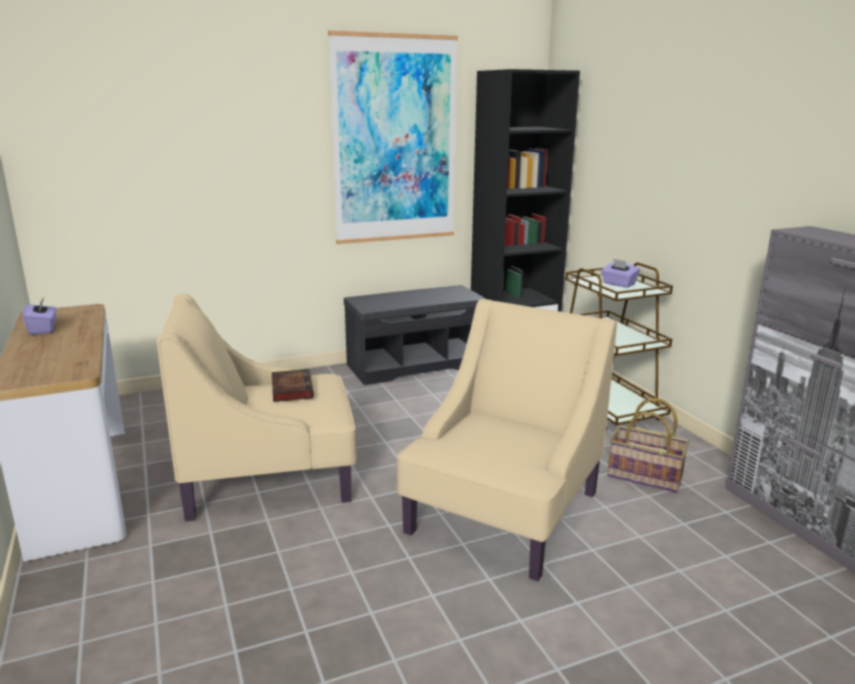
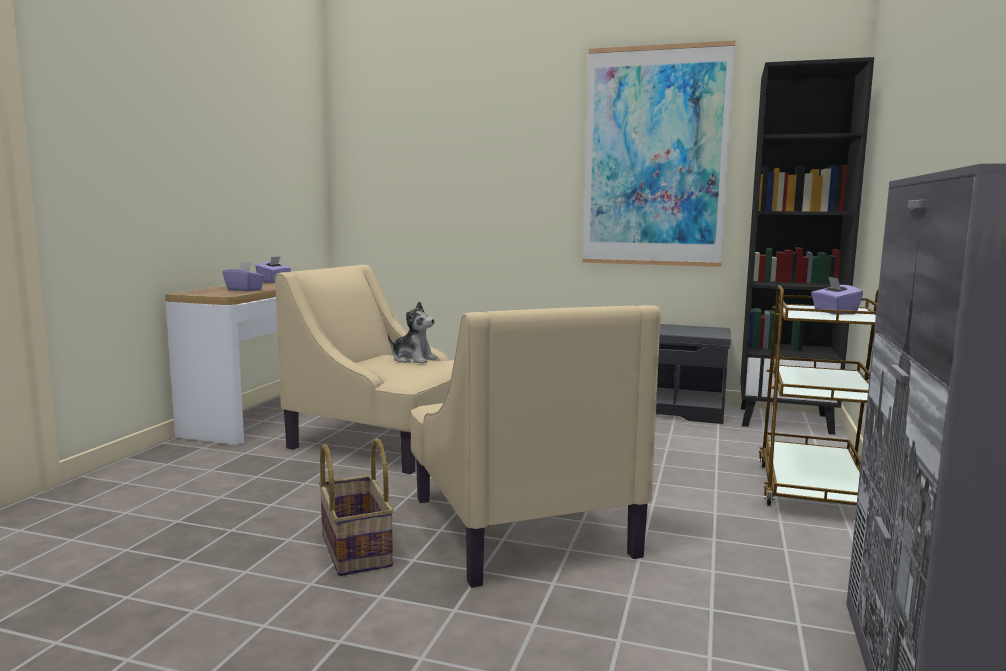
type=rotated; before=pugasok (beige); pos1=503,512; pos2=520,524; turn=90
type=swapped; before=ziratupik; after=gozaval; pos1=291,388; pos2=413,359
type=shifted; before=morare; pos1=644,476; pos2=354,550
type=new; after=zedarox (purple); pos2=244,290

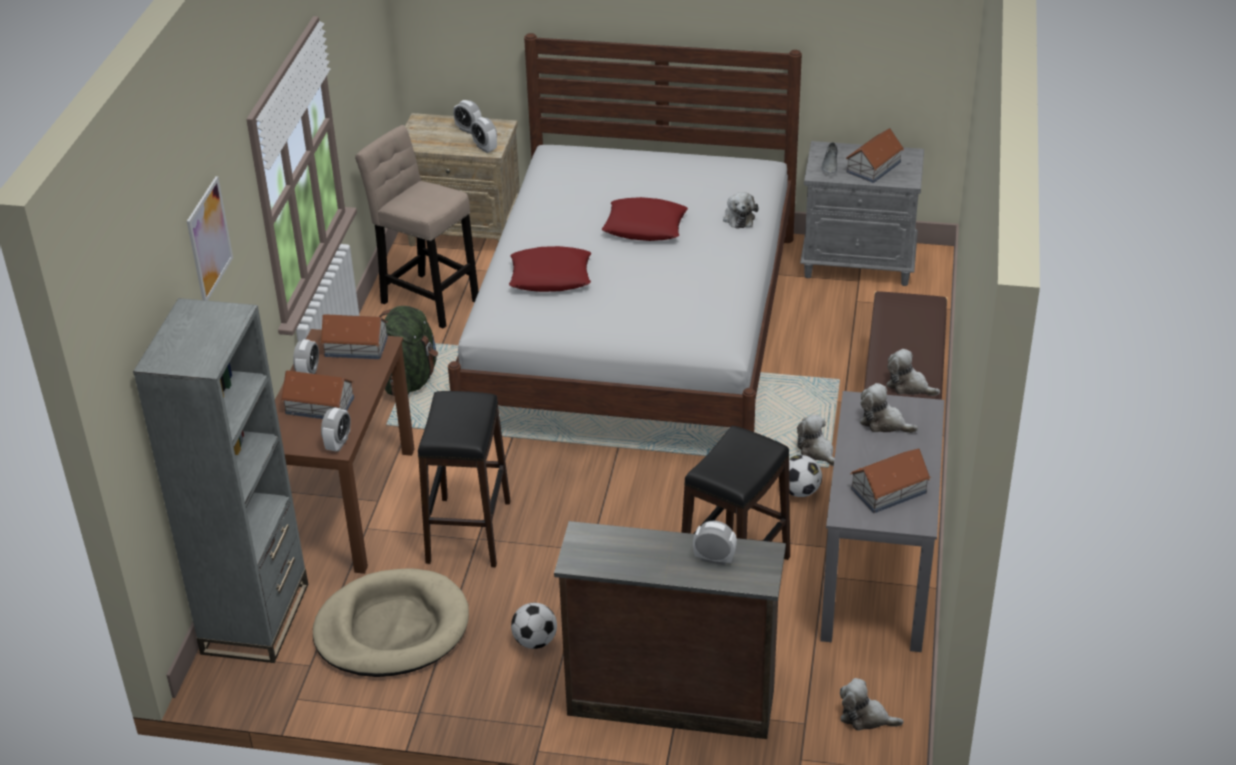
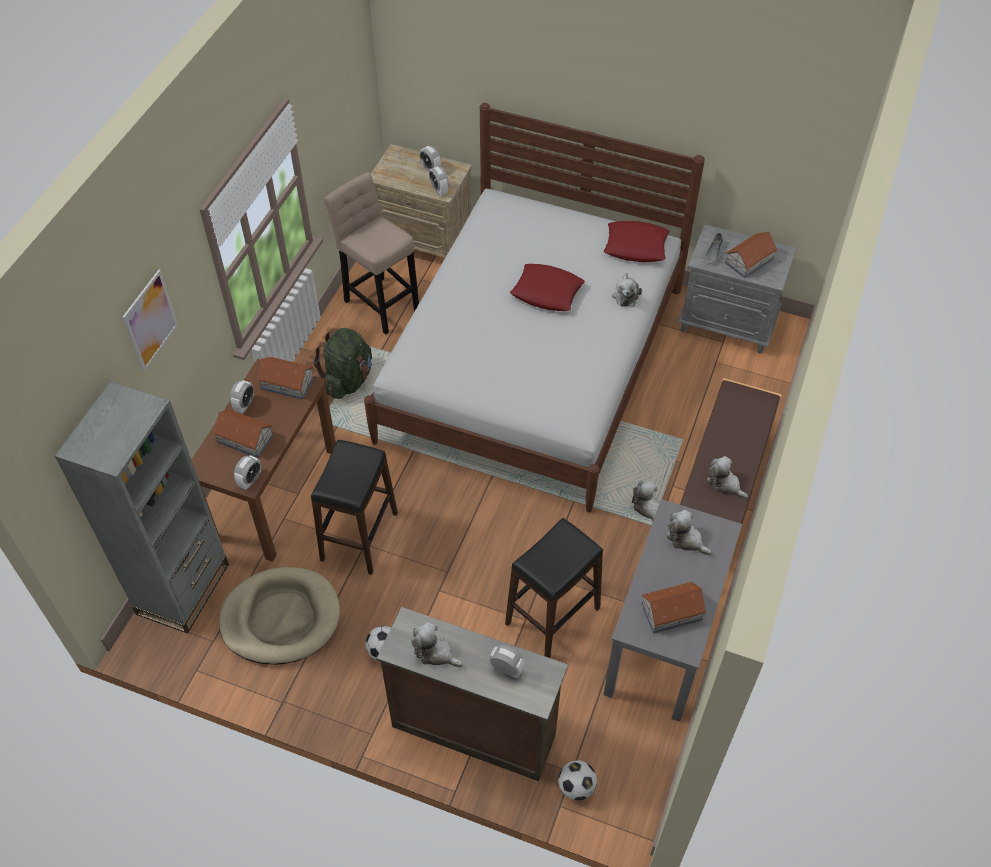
type=shifted; before=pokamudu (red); pos1=551,276; pos2=636,246
type=shifted; before=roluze; pos1=800,491; pos2=576,787
type=shifted; before=gozaval; pos1=865,717; pos2=435,652

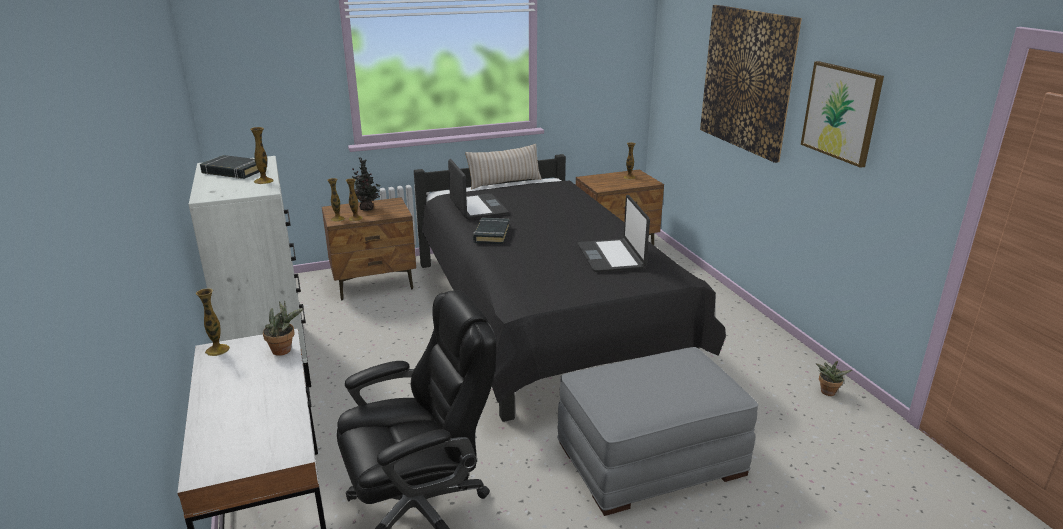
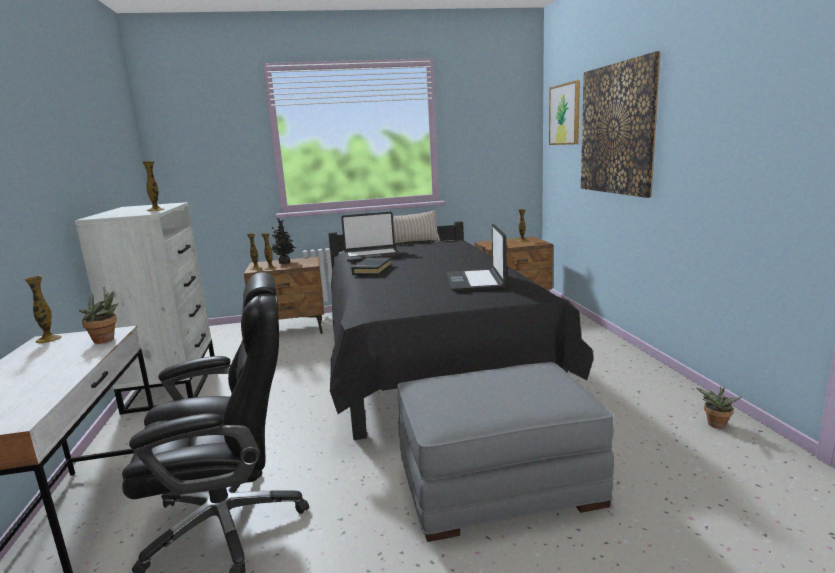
type=shifted; before=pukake; pos1=841,112; pos2=565,114
type=gone; before=ziratupik (black); pos1=233,171
type=rotated; before=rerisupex; pos1=477,207; pos2=371,255; turn=90

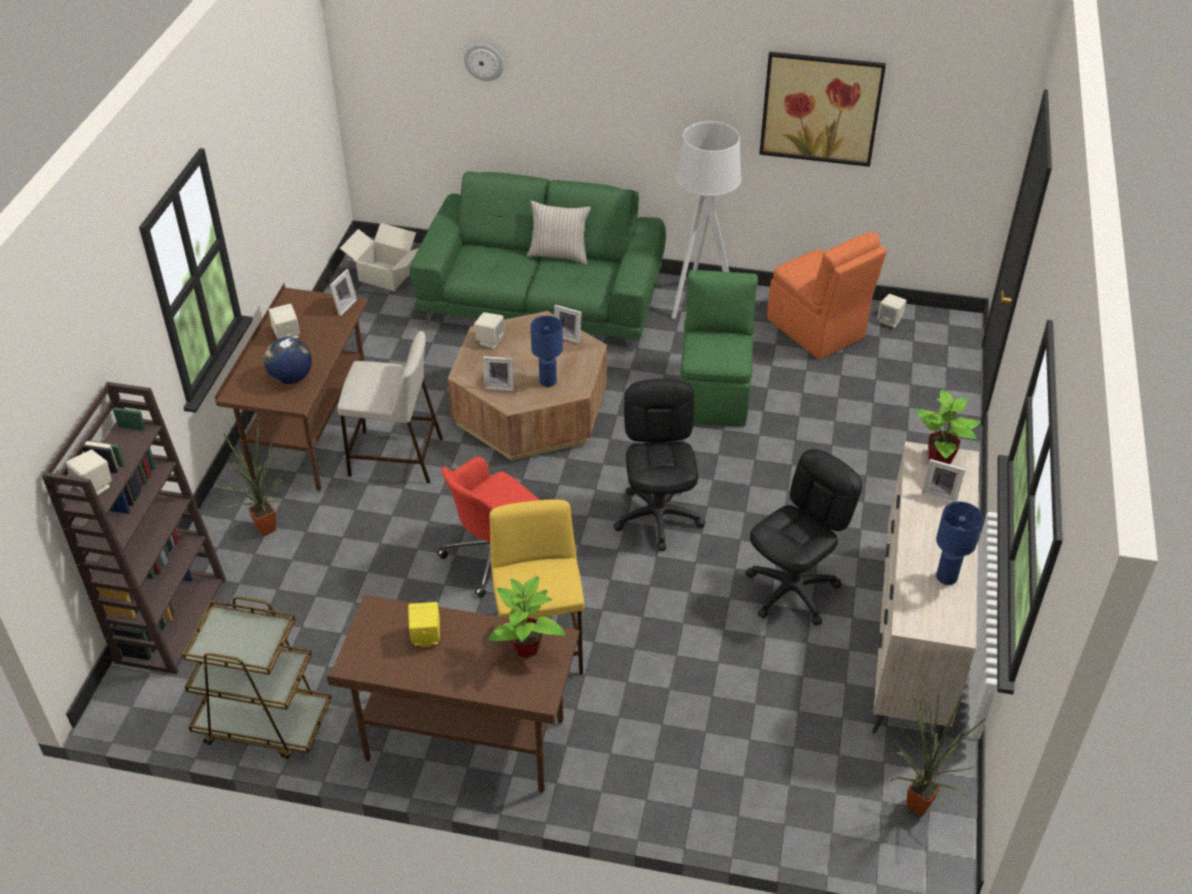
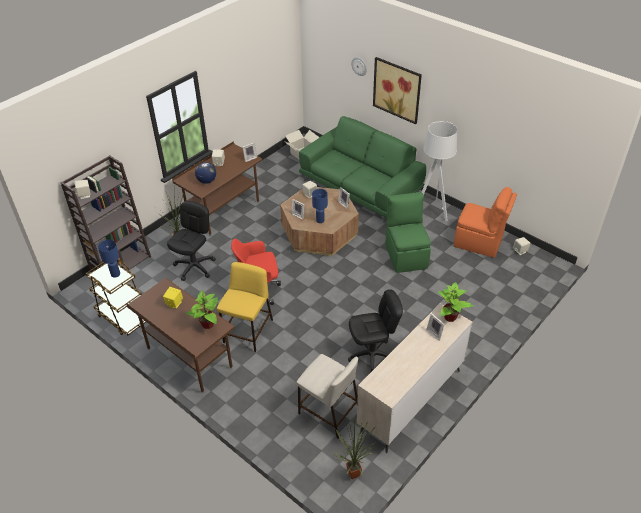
type=shifted; before=pukake; pos1=820,108; pos2=397,90
type=gone; before=pokamudu (beige); pos1=559,254
type=rotated; before=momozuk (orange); pos1=817,330; pos2=479,243; turn=-60
type=rotated; before=momozuk (green); pos1=714,394; pos2=406,255; turn=-45
type=shifted; before=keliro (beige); pos1=394,457; pos2=328,412
type=shifted; before=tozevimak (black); pos1=658,517; pos2=195,267
type=shifted; before=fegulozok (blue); pos1=946,577; pos2=115,274

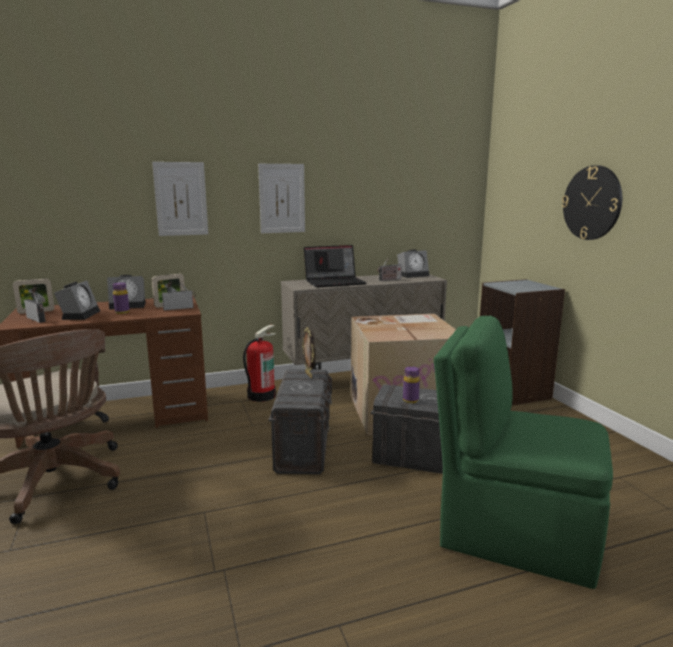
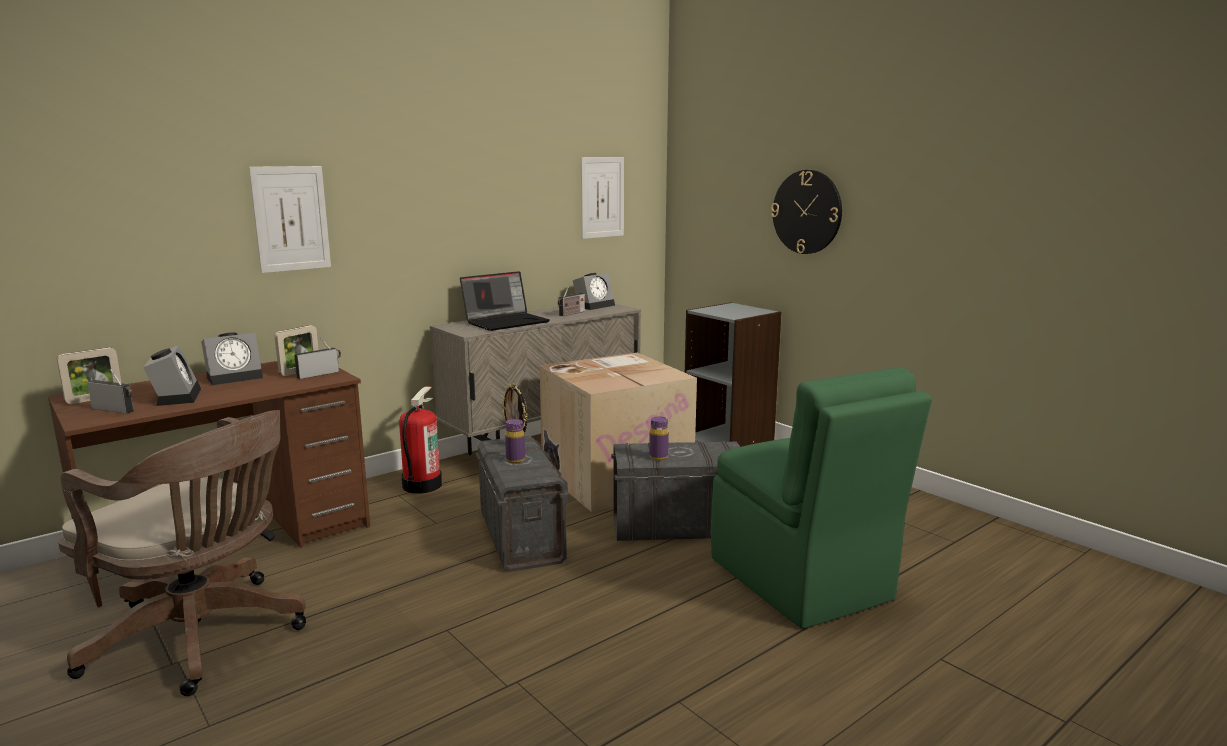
type=shifted; before=pukake; pos1=282,198; pos2=602,197
type=shifted; before=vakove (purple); pos1=122,312; pos2=515,460
type=rotated; before=momozuk (green); pos1=513,532; pos2=801,581; turn=-120

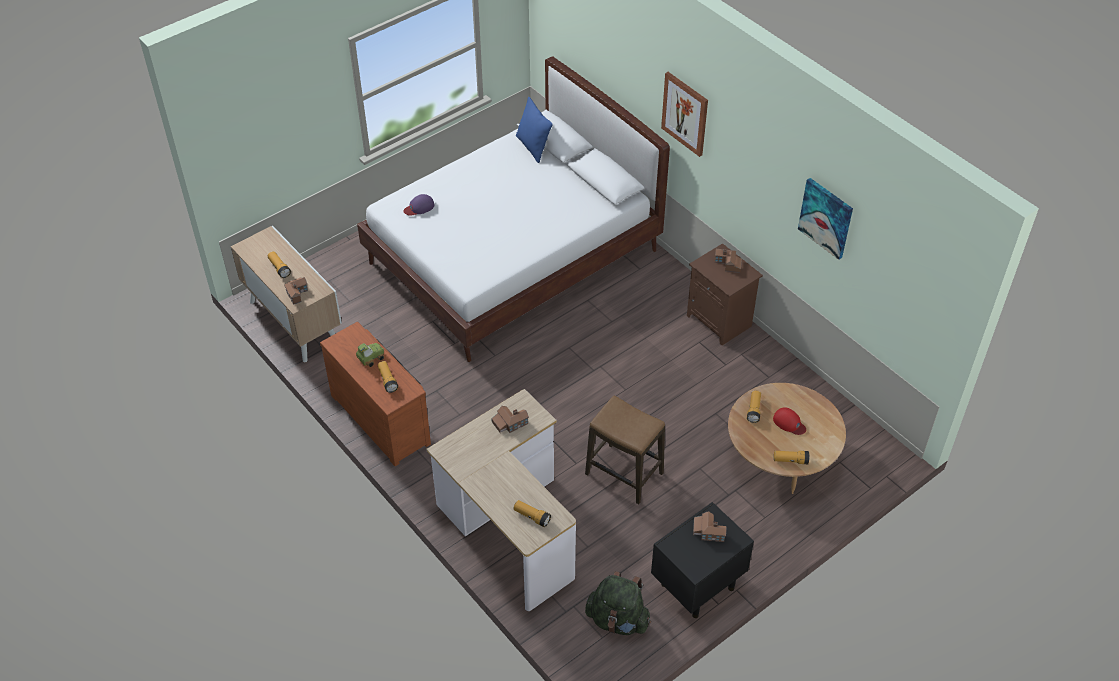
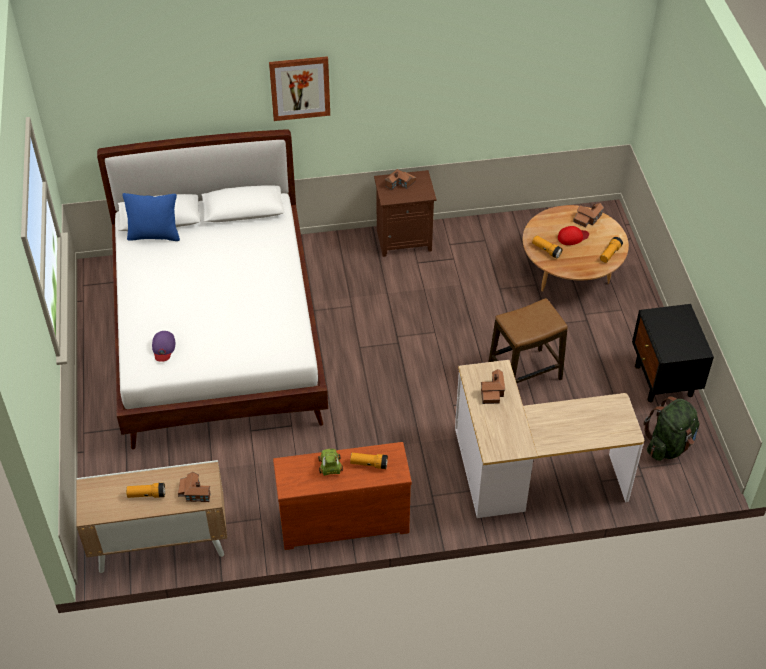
type=gone; before=pukake; pos1=826,218
type=gone; before=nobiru; pos1=532,517
type=shifted; before=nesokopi; pos1=708,531; pos2=587,218

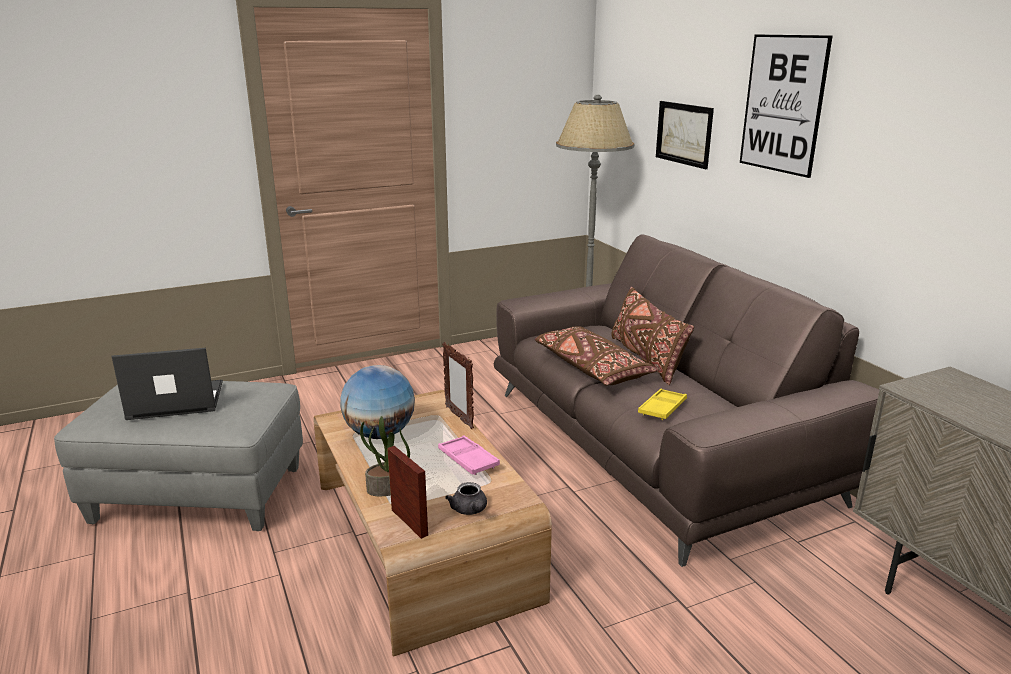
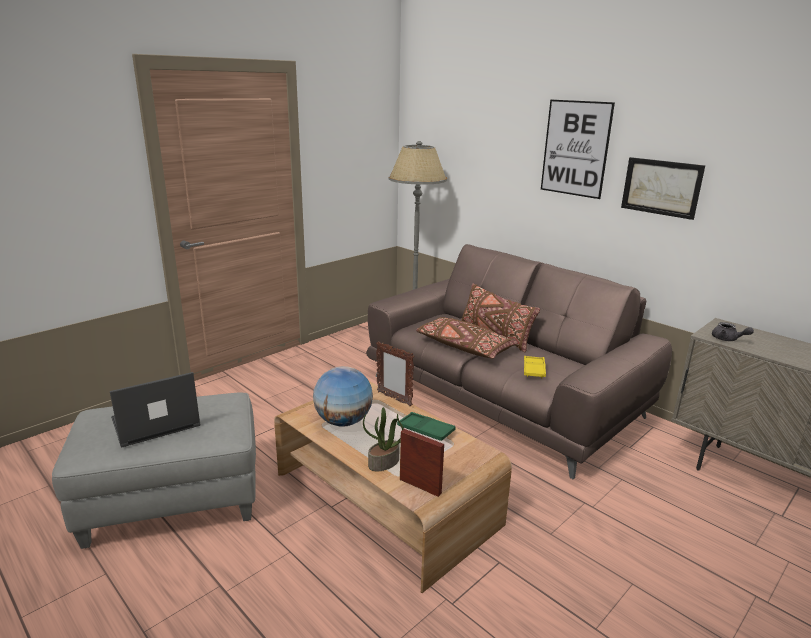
type=shifted; before=pukake; pos1=684,134; pos2=661,187
type=repainted; before=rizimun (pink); after=rizimun (green); pos1=468,460; pos2=425,430
type=shifted; before=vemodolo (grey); pos1=470,510; pos2=727,339

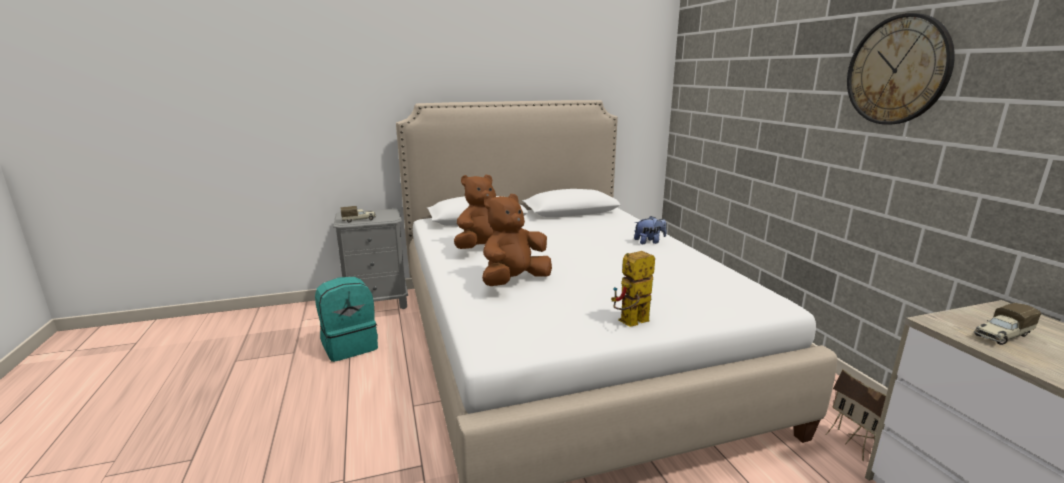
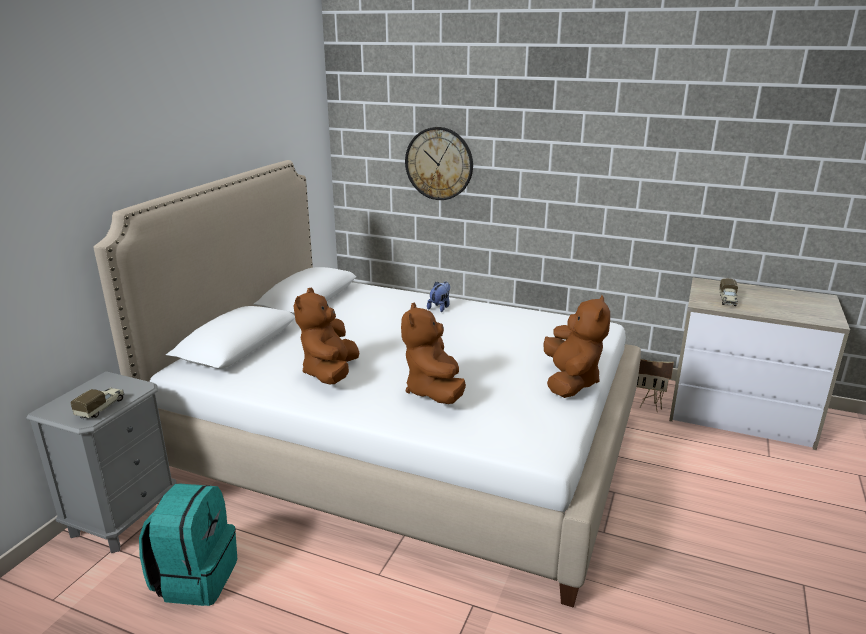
type=shifted; before=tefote; pos1=897,70; pos2=439,163
type=swapped; before=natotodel; after=gozaval (brown); pos1=630,323; pos2=570,381

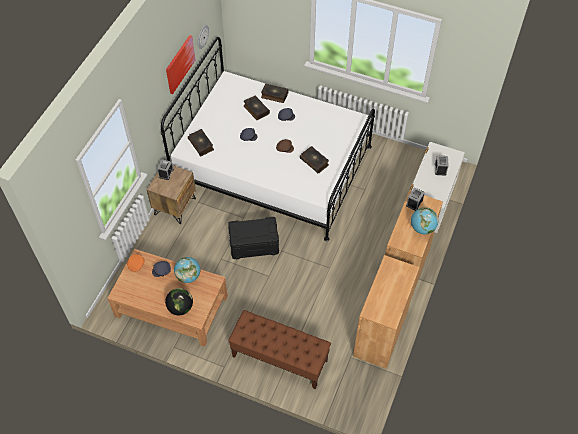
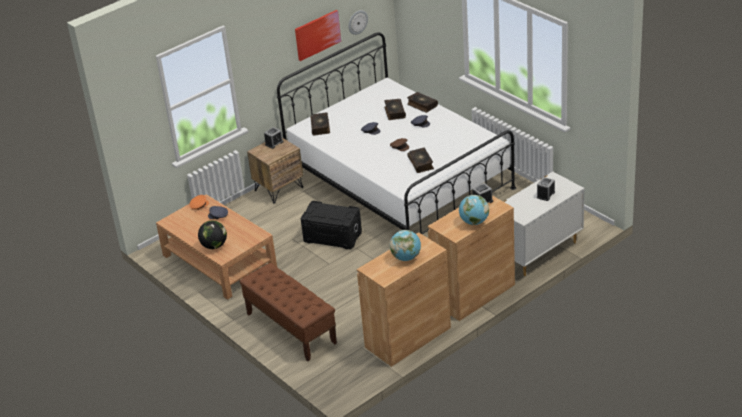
type=shifted; before=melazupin; pos1=188,276; pos2=406,257

